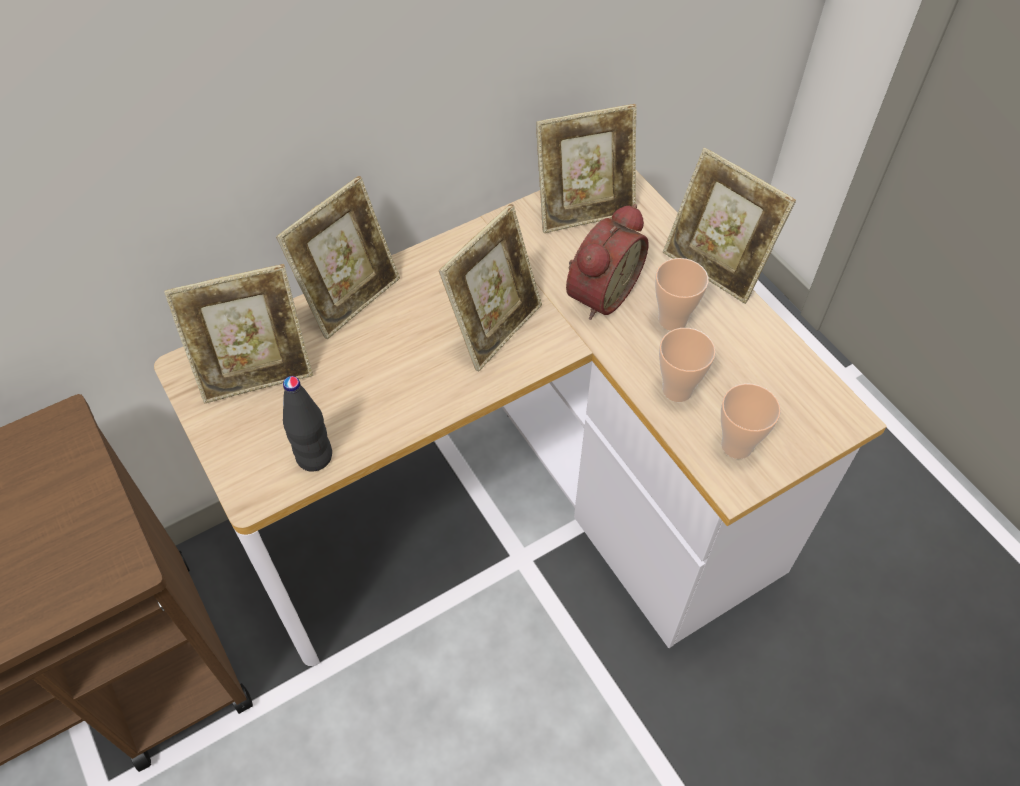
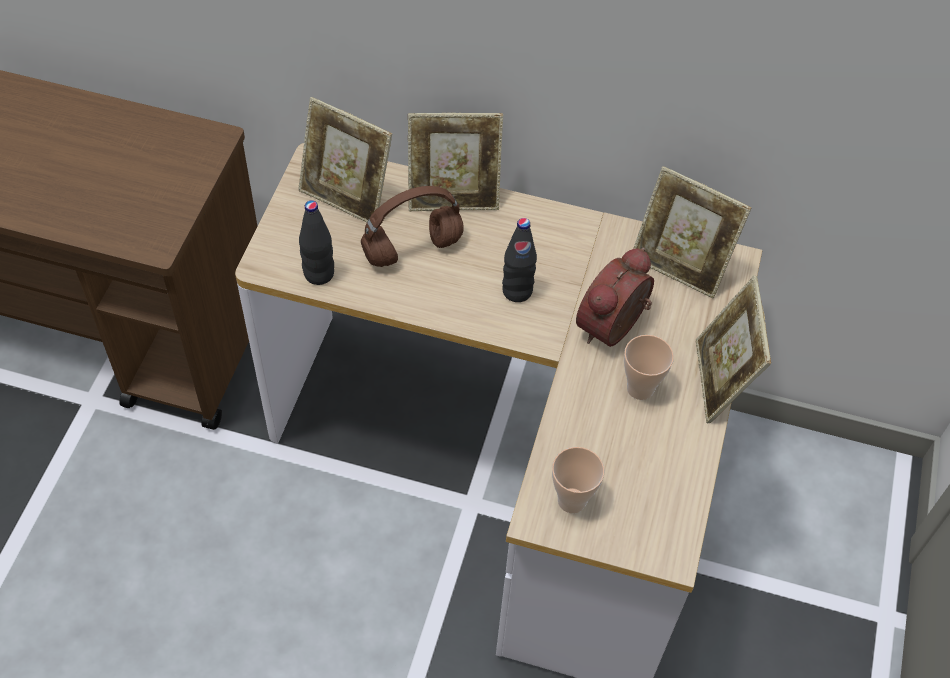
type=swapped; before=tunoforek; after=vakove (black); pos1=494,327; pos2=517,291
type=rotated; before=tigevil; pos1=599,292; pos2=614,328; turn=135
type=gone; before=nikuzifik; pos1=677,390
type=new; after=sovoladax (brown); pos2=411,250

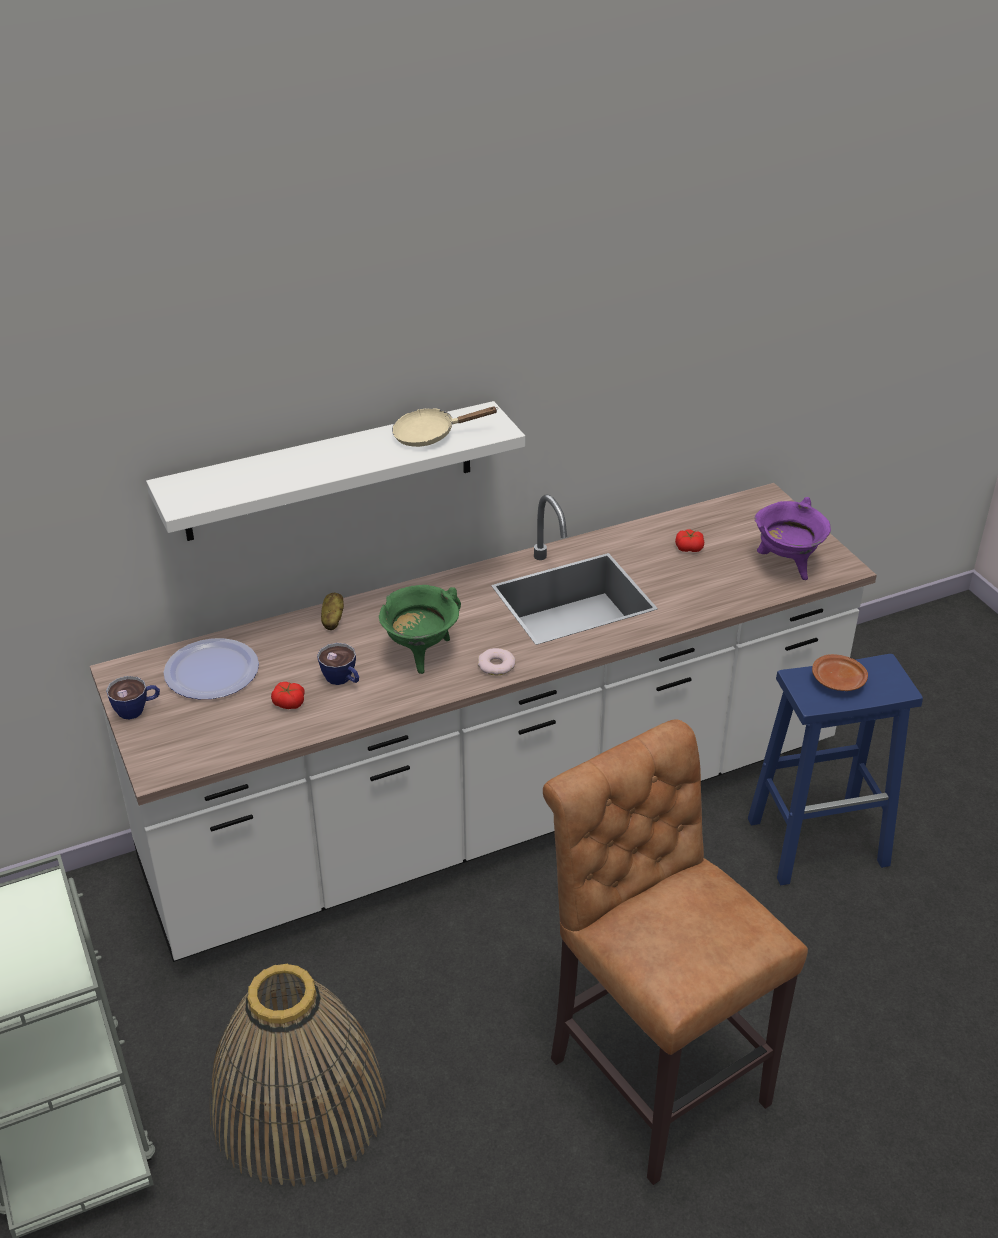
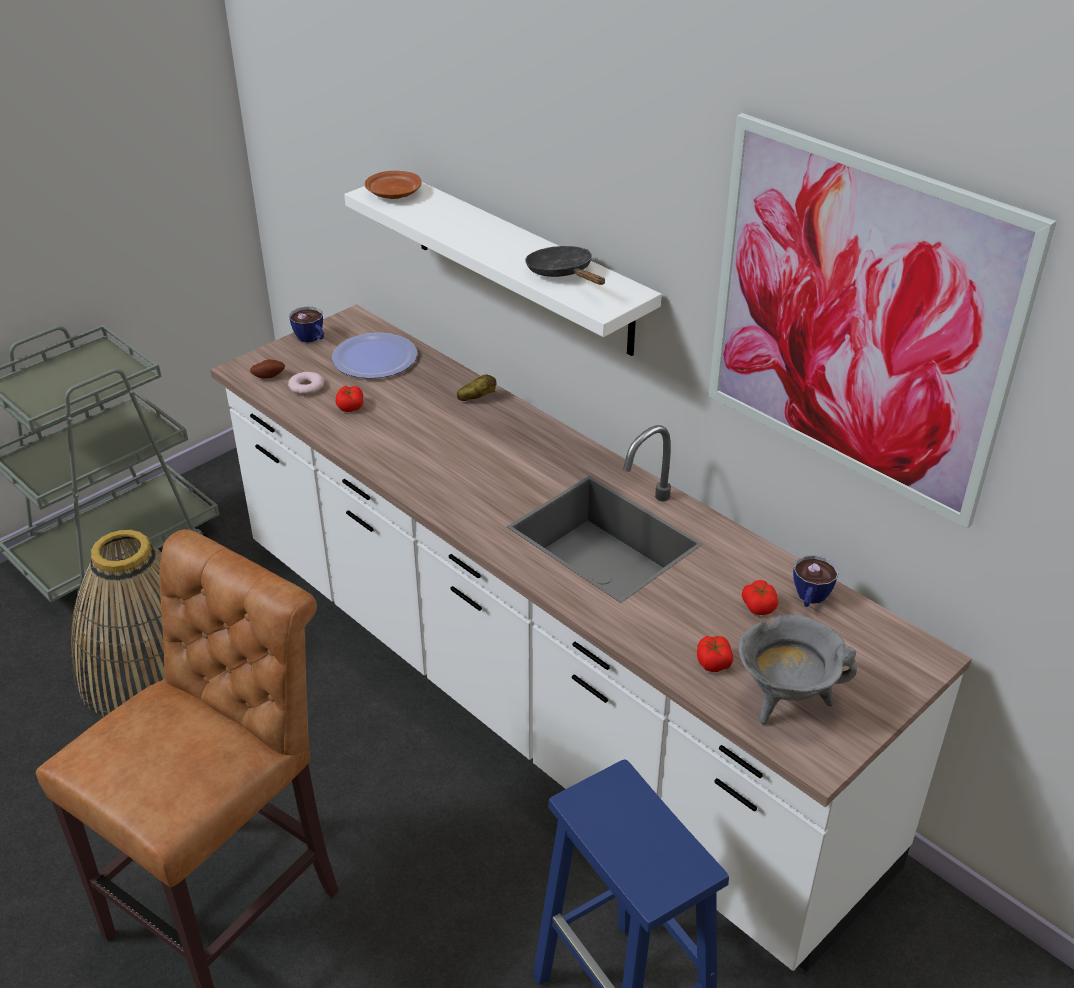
type=repainted; before=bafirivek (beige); after=bafirivek (black); pos1=430,435; pos2=563,273
type=repainted; before=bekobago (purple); after=bekobago (grey); pos1=787,564; pos2=786,700
type=gone; before=bekobago (green); pos1=421,653
type=shifted; before=nikuzifik; pos1=342,680; pos2=810,599
type=shifted; before=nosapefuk; pos1=496,665; pos2=306,387
type=shifted; before=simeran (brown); pos1=838,681; pos2=393,194
type=new; after=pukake; pos2=858,320
type=new; after=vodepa; pos2=268,376
type=new; after=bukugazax; pos2=713,661

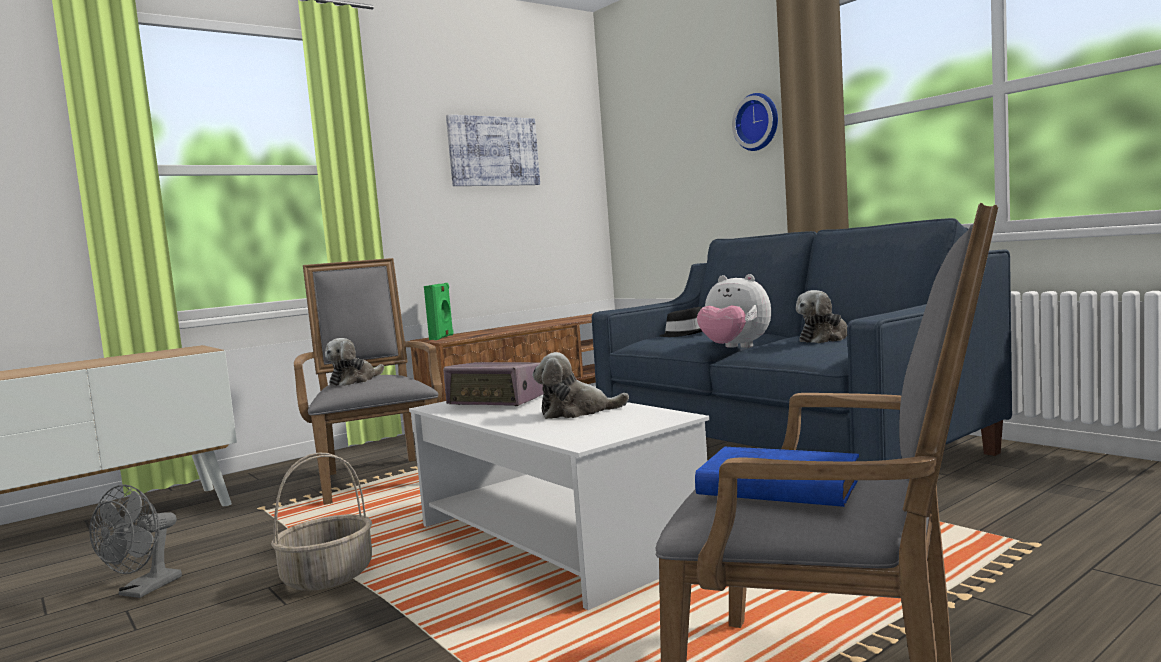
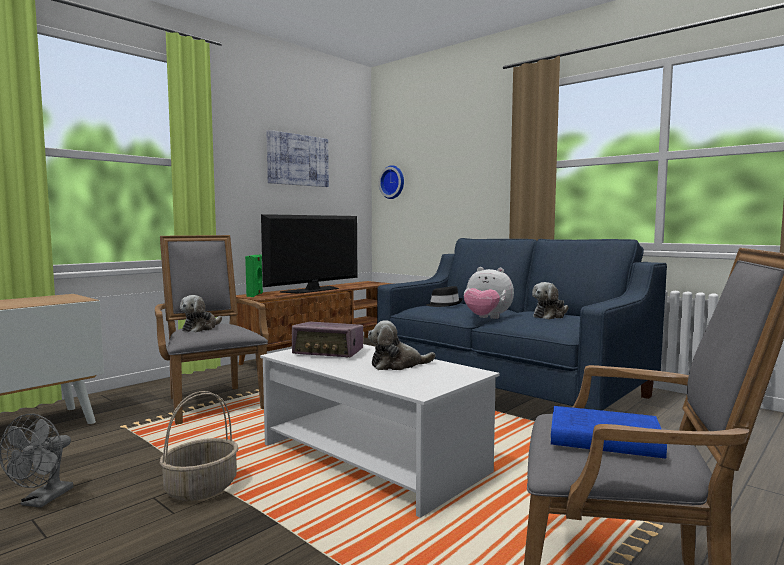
type=shifted; before=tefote; pos1=758,122; pos2=393,182
type=new; after=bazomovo; pos2=312,290

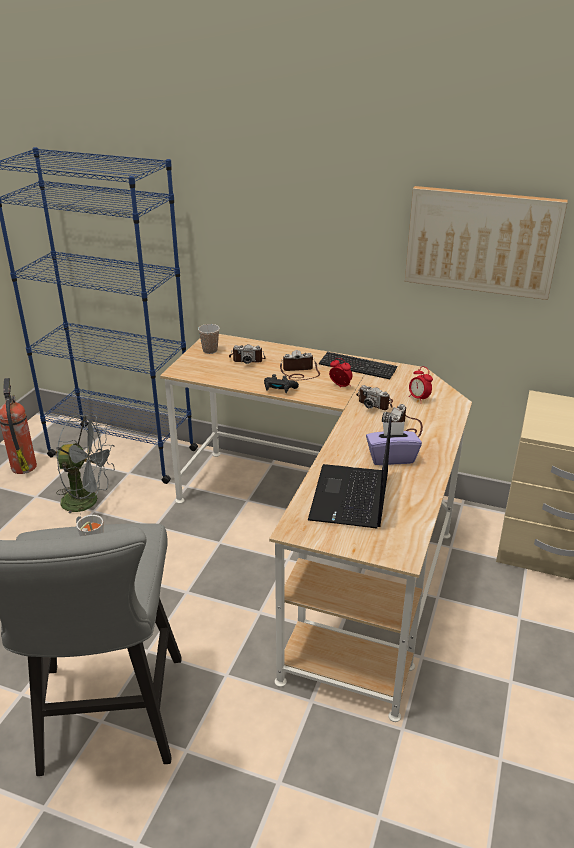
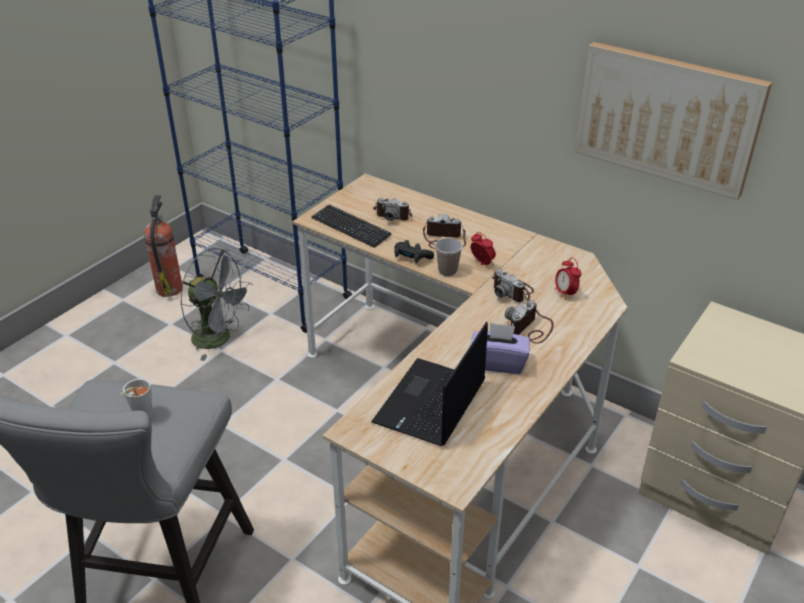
type=shifted; before=nikuzifik; pos1=210,350; pos2=447,271
type=shifted; before=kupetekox; pos1=357,367; pos2=351,227

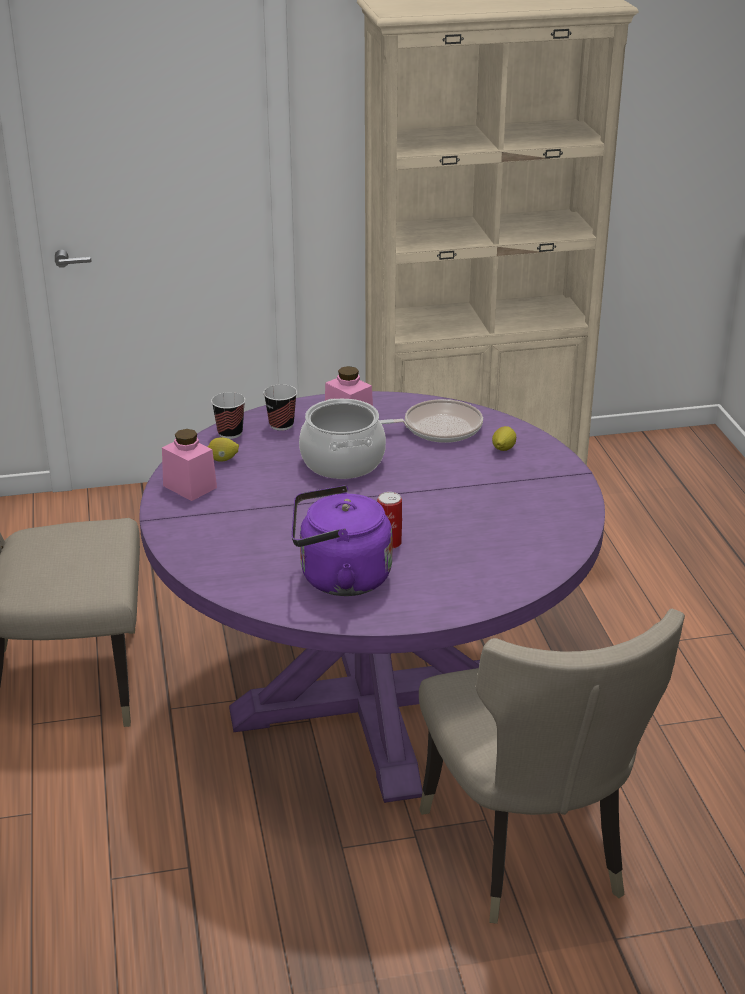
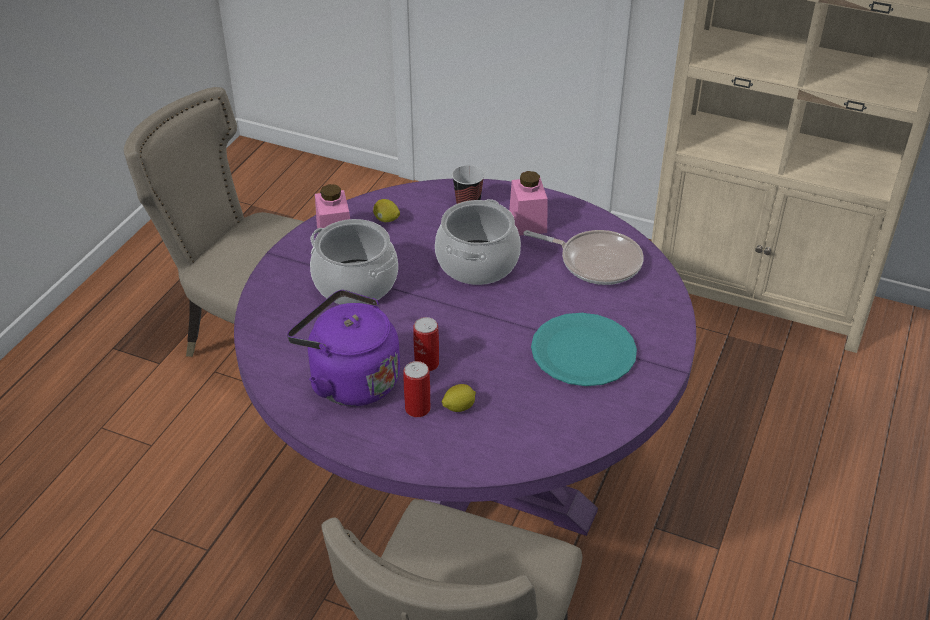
type=gone; before=nikuzifik; pos1=230,433
type=shifted; before=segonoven; pos1=503,449; pos2=458,407
type=new; after=bekobago; pos2=356,283
type=new; after=simeran (turquoise); pos2=583,352
type=new; after=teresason; pos2=417,408

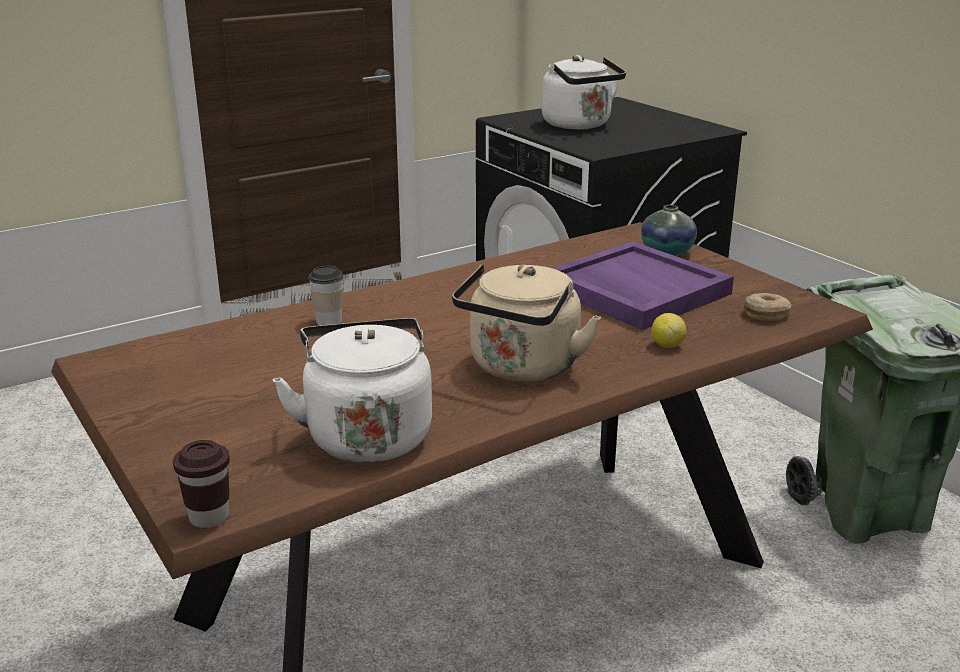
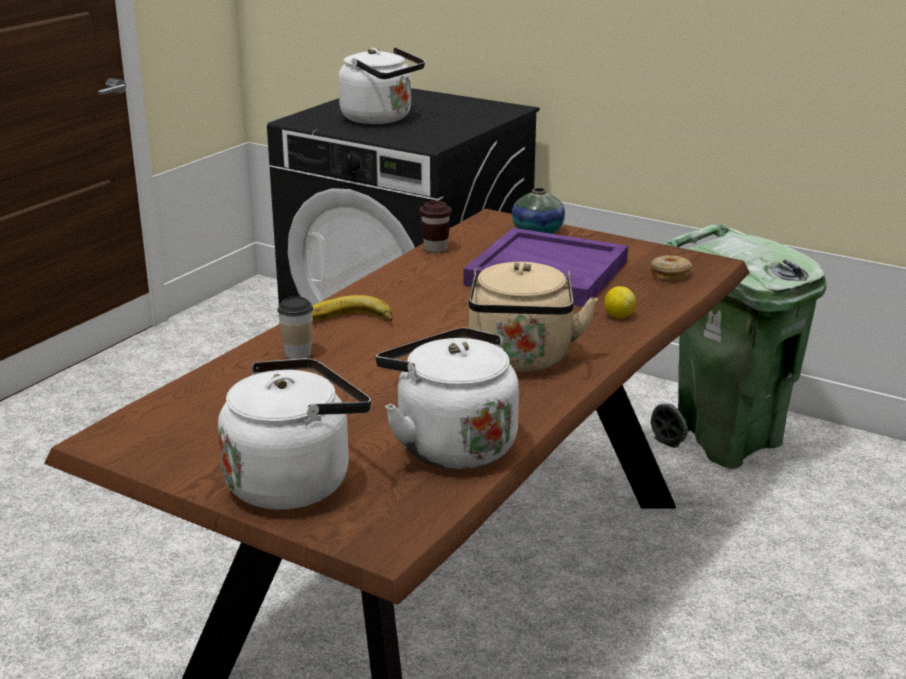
type=shifted; before=nikuzifik (brown); pos1=209,517; pos2=435,249
type=new; after=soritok; pos2=350,321
type=new; after=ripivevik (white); pos2=294,481

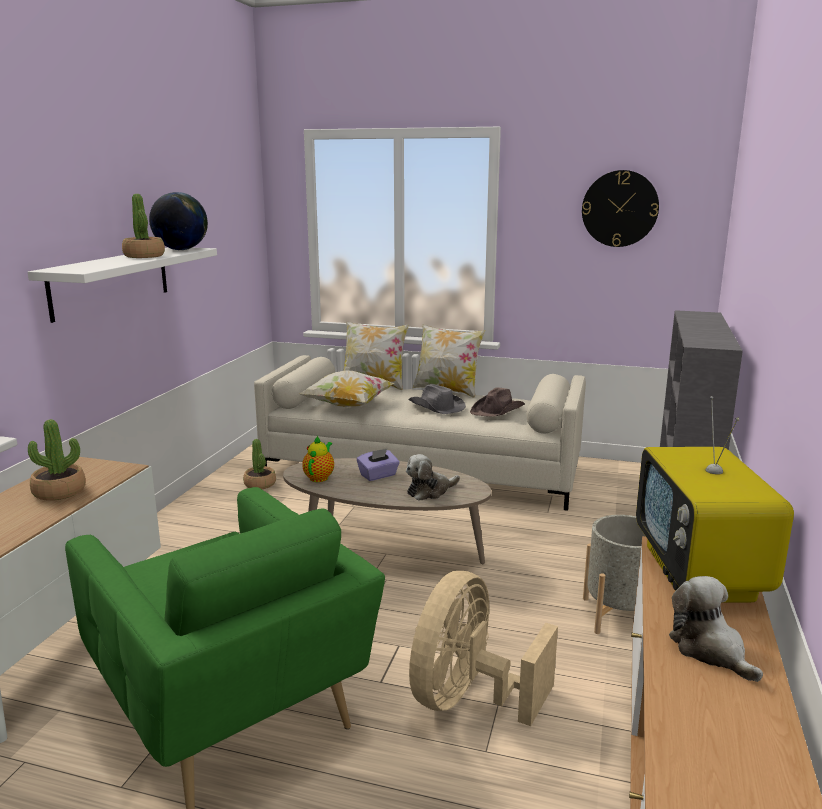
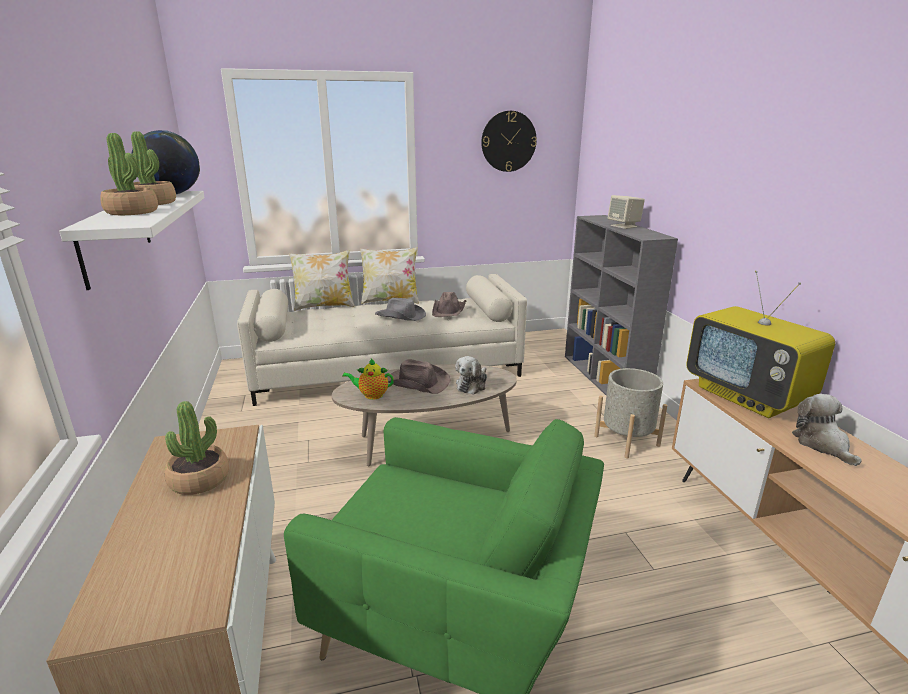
type=gone; before=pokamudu; pos1=348,406
type=rotated; before=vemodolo; pos1=320,477; pos2=371,395; turn=-75
type=shifted; before=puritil; pos1=260,484; pos2=132,212
type=swapped; before=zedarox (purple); after=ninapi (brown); pos1=378,475; pos2=417,382
type=gone; before=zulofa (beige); pos1=469,699
type=rotated; before=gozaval; pos1=710,650; pos2=822,444; turn=45
type=new; after=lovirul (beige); pos2=624,226

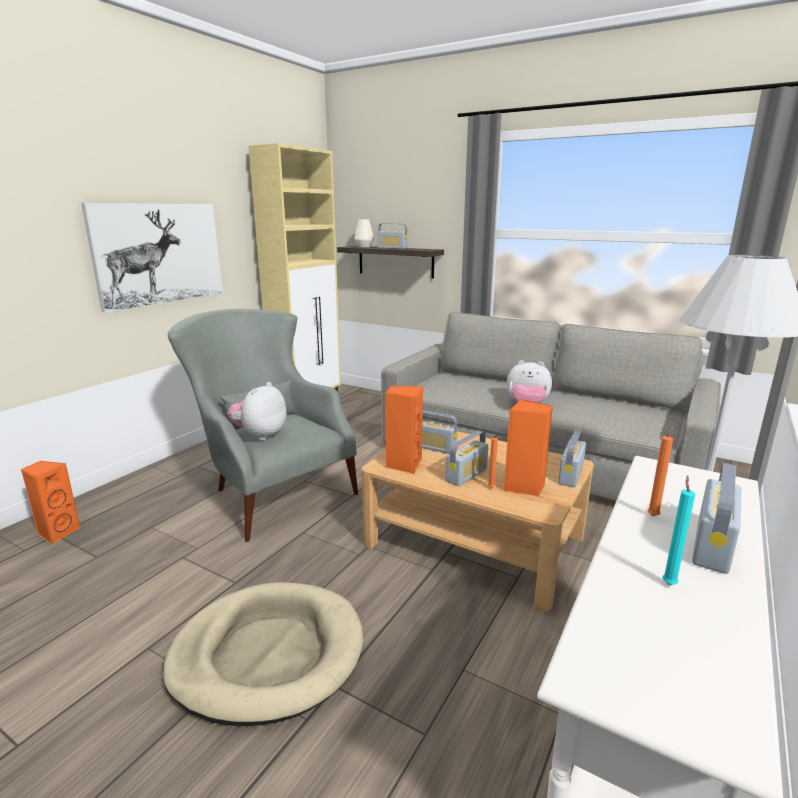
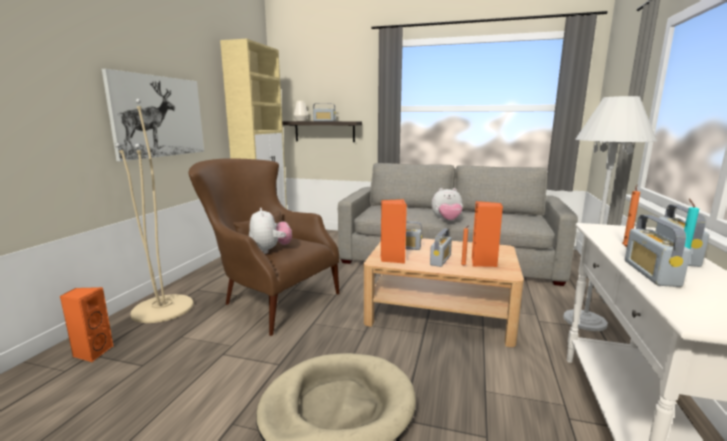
type=repainted; before=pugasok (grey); after=pugasok (brown); pos1=269,488; pos2=267,298
type=rotated; before=gozaval; pos1=260,435; pos2=270,250; turn=150
type=shifted; before=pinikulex; pos1=570,475; pos2=651,273
type=new; after=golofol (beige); pos2=163,308

